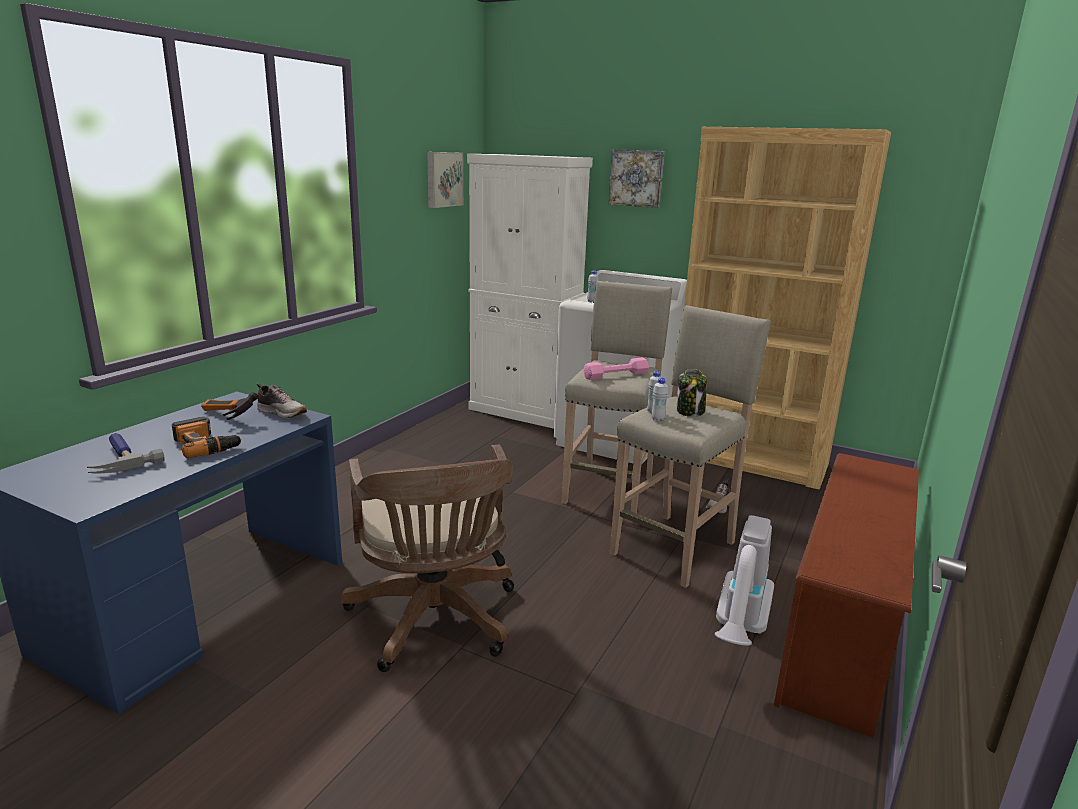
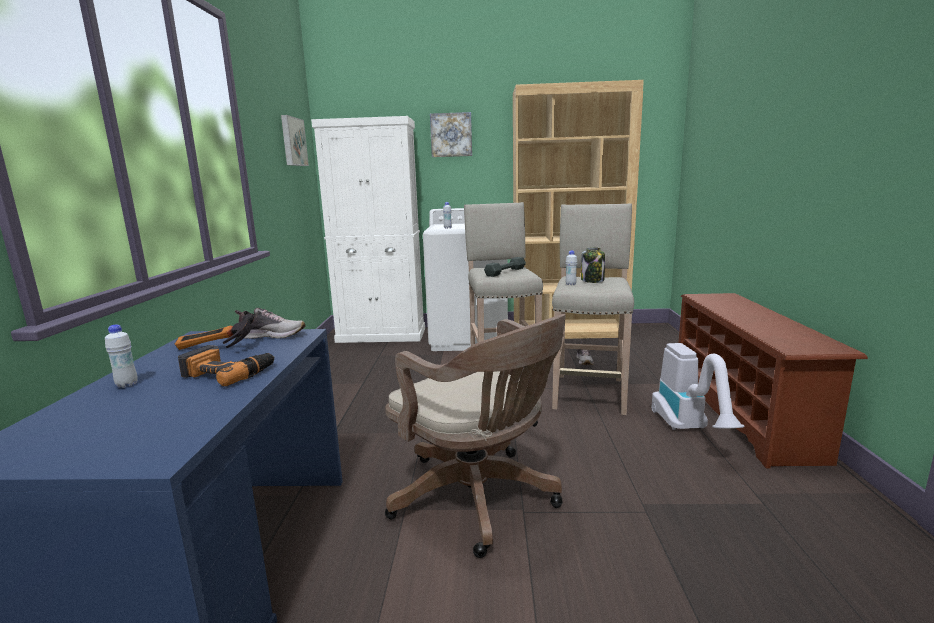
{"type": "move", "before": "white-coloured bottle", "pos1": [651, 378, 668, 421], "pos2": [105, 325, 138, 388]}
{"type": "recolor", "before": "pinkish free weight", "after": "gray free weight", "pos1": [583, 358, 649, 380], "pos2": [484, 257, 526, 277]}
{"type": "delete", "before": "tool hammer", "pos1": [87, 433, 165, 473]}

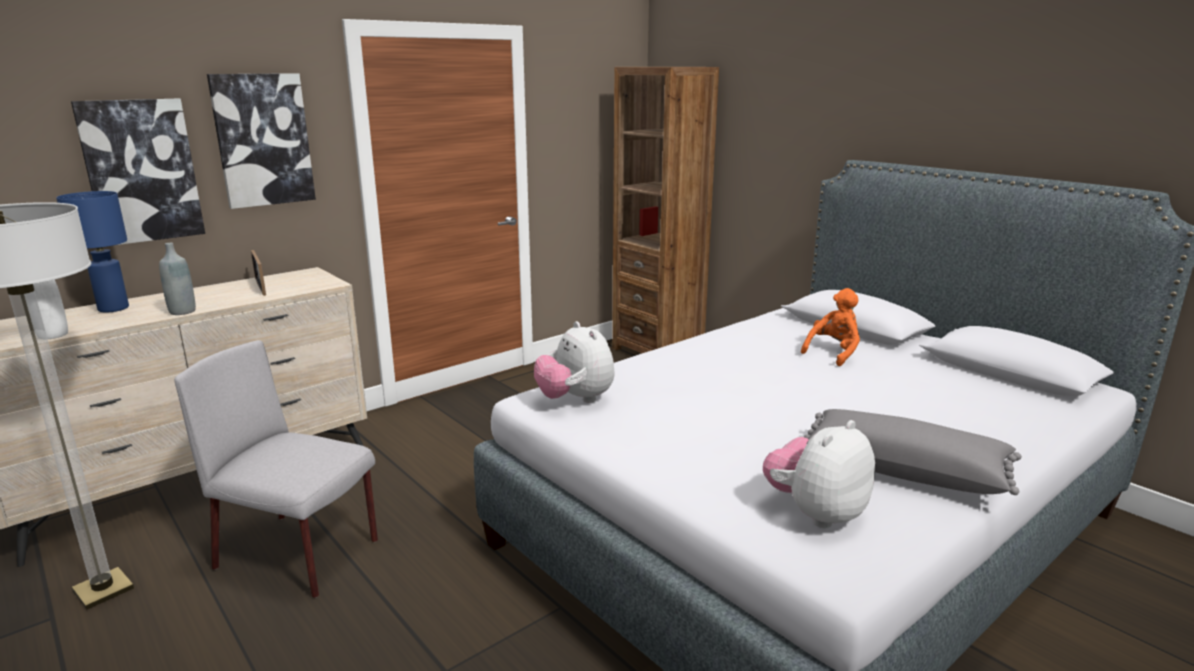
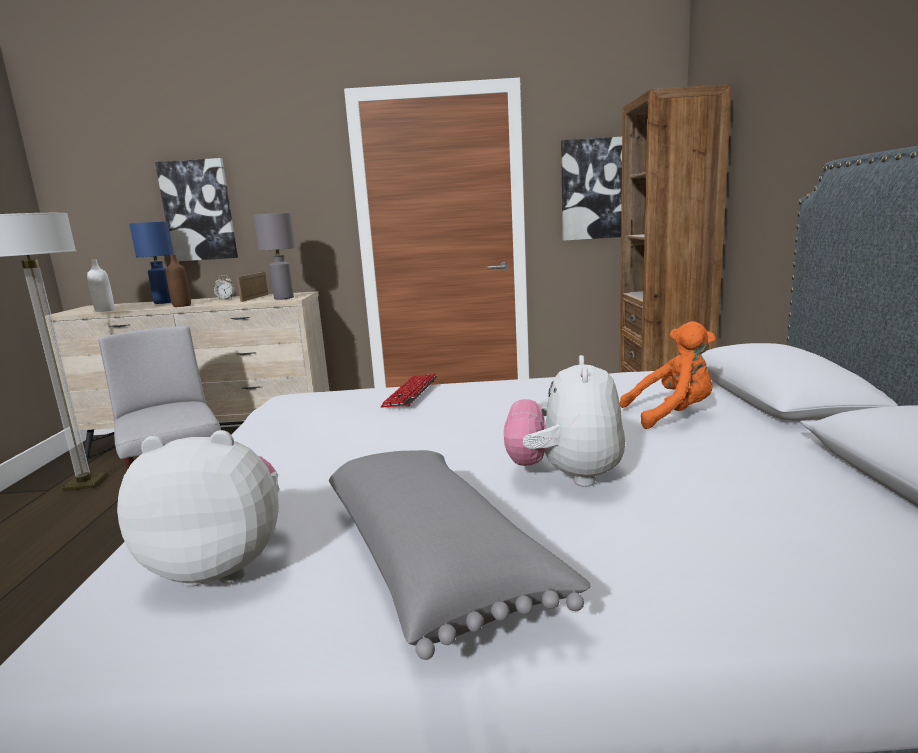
{"type": "recolor", "before": "gray bottle", "after": "brown bottle", "pos1": [159, 243, 196, 315], "pos2": [166, 254, 191, 307]}
{"type": "insert", "after": "bedside clock", "pos2": [214, 275, 235, 299]}
{"type": "insert", "after": "gray tabletop lamp", "pos2": [253, 213, 296, 300]}
{"type": "insert", "after": "PC keyboard", "pos2": [380, 373, 437, 408]}
{"type": "move", "before": "plush toy", "pos1": [534, 321, 614, 403], "pos2": [504, 355, 625, 487]}
{"type": "move", "before": "picture", "pos1": [207, 73, 316, 209], "pos2": [561, 137, 622, 241]}

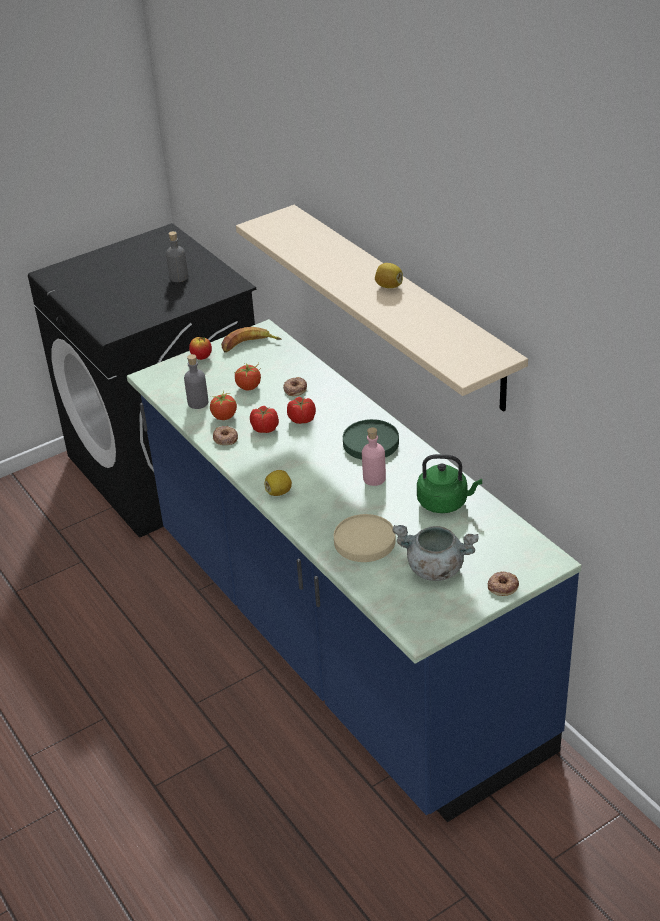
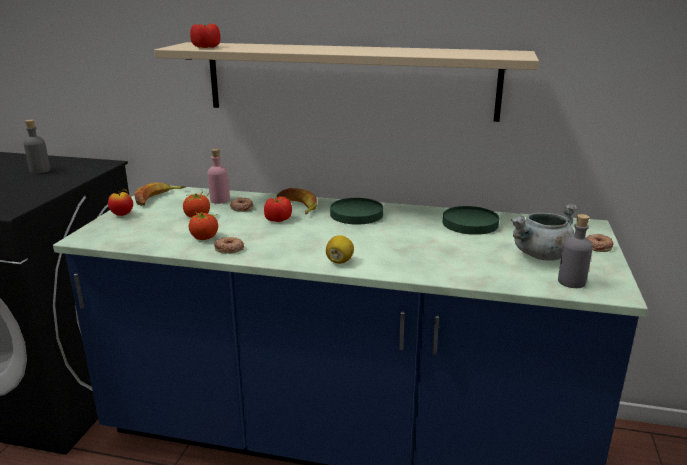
{"type": "move", "before": "fresh tomato", "pos1": [250, 406, 279, 433], "pos2": [190, 23, 220, 48]}
{"type": "move", "before": "pinkish bottle", "pos1": [362, 427, 386, 486], "pos2": [208, 149, 230, 204]}
{"type": "insert", "after": "whole banana", "pos2": [277, 188, 317, 214]}
{"type": "replace", "before": "green-coloured kettle", "after": "green-coloured dinner plate", "pos1": [417, 454, 482, 513], "pos2": [443, 206, 499, 235]}
{"type": "move", "before": "gray bottle", "pos1": [184, 354, 208, 409], "pos2": [558, 214, 593, 288]}
{"type": "delete", "before": "beige dinner plate", "pos1": [334, 514, 395, 562]}
{"type": "delete", "before": "whole lemon", "pos1": [375, 263, 403, 288]}

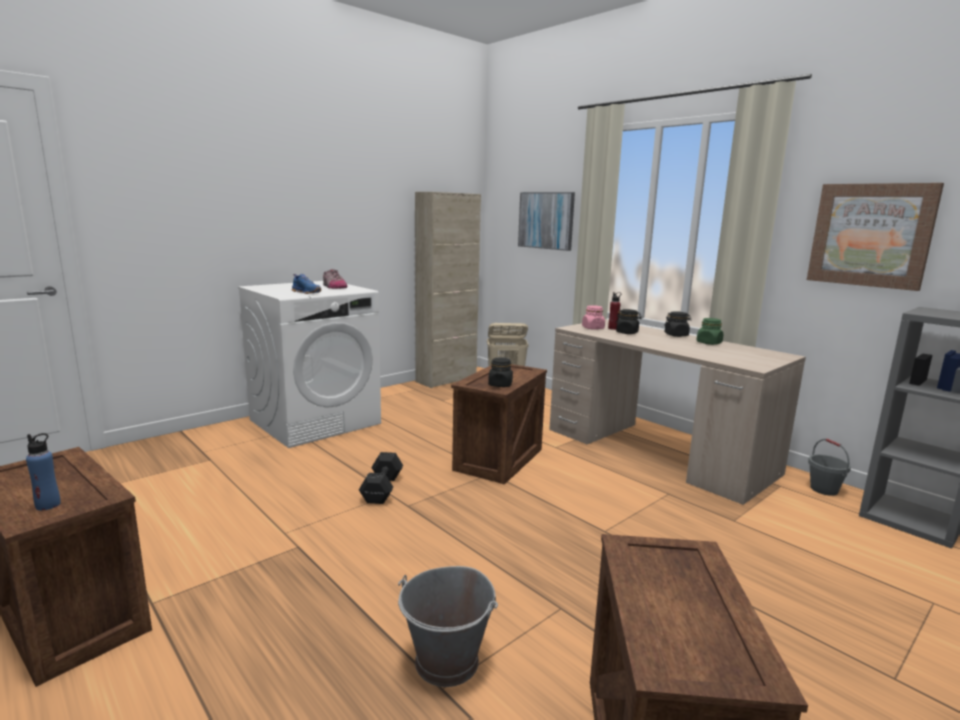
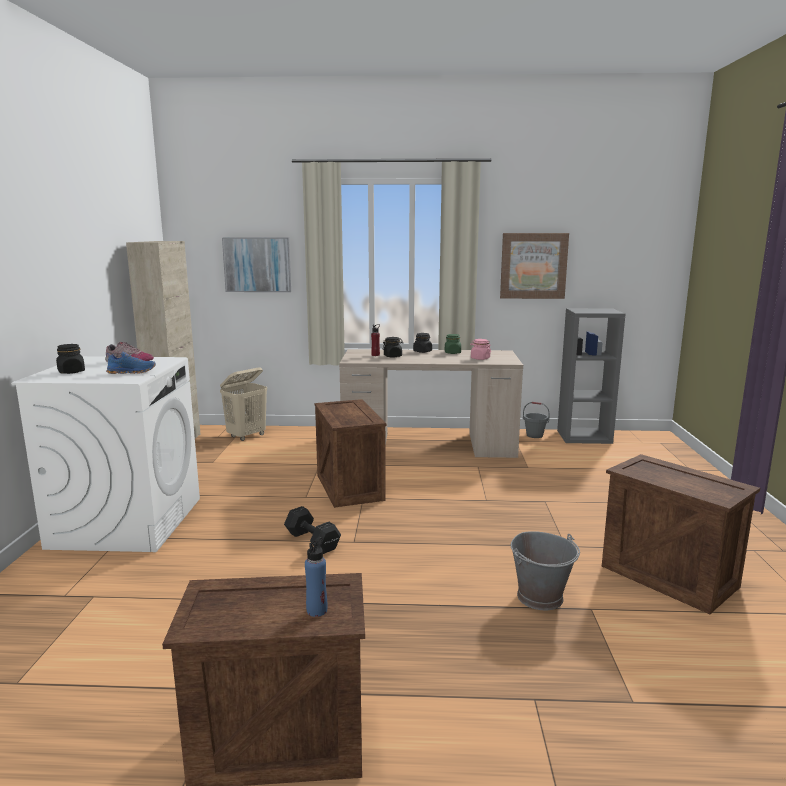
{"type": "move", "before": "black-coloured preserve jar", "pos1": [488, 357, 513, 387], "pos2": [56, 344, 85, 374]}
{"type": "move", "before": "pinkish preserve jar", "pos1": [582, 305, 605, 330], "pos2": [470, 339, 491, 360]}

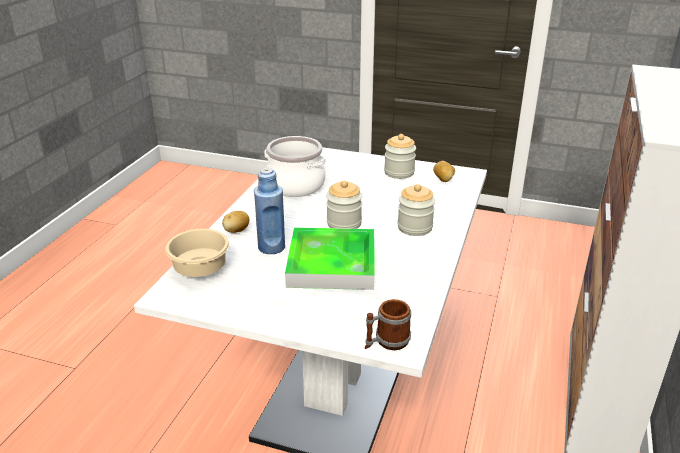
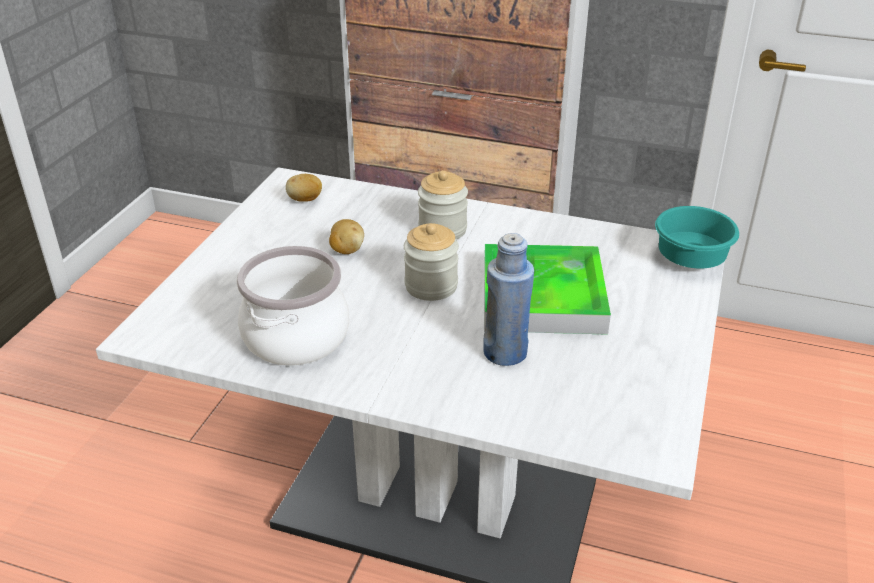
{"type": "move", "before": "whole potato", "pos1": [222, 211, 249, 233], "pos2": [329, 219, 364, 254]}
{"type": "replace", "before": "coffee mug", "after": "turquoise-coloured deep dish", "pos1": [365, 299, 411, 350], "pos2": [655, 206, 739, 269]}
{"type": "delete", "before": "beige deep dish", "pos1": [165, 229, 229, 277]}
{"type": "delete", "before": "preserve jar", "pos1": [384, 134, 416, 179]}

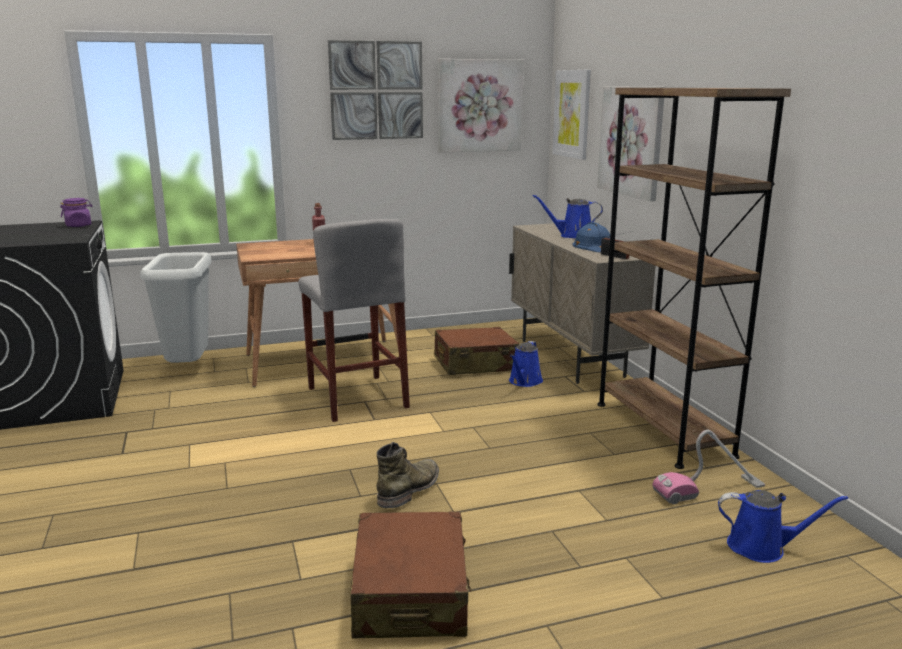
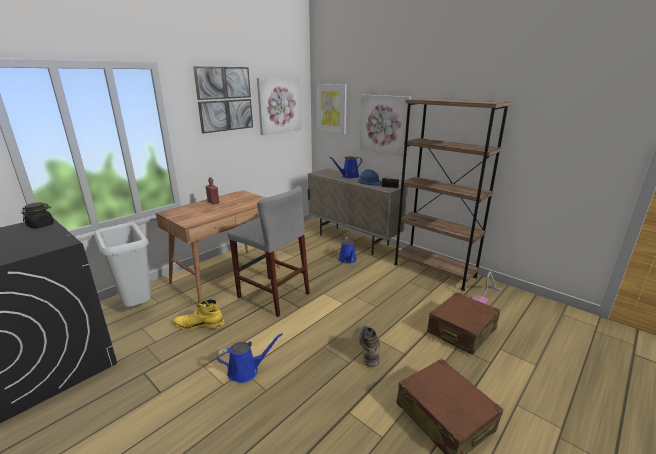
{"type": "recolor", "before": "purple-coloured preserve jar", "after": "black-coloured preserve jar", "pos1": [60, 198, 92, 227], "pos2": [21, 203, 54, 229]}
{"type": "insert", "after": "yellow-coloured boot", "pos2": [173, 299, 224, 330]}
{"type": "move", "before": "blue-coloured watering can", "pos1": [718, 490, 848, 563], "pos2": [217, 333, 283, 383]}
{"type": "move", "before": "brown piece of luggage", "pos1": [434, 327, 519, 375], "pos2": [427, 293, 500, 355]}

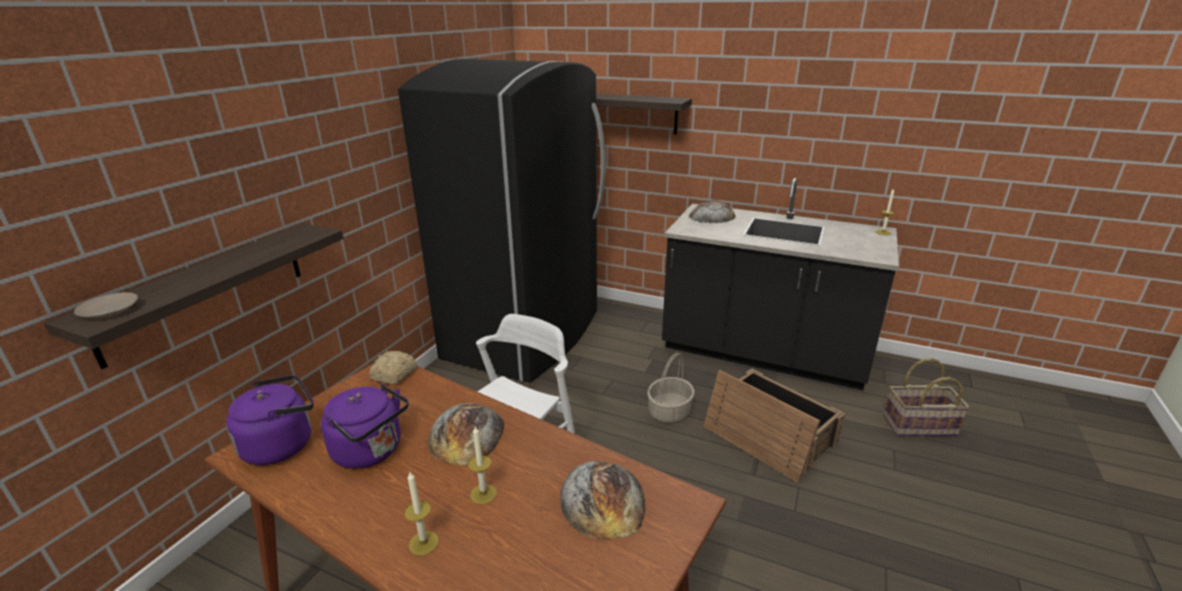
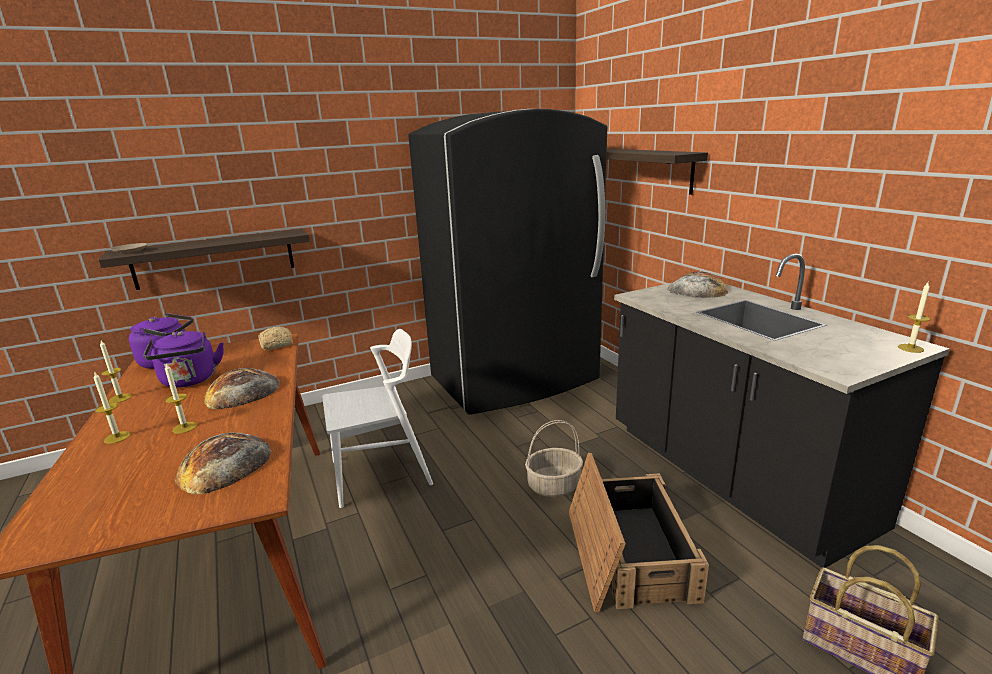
{"type": "insert", "after": "candle", "pos2": [100, 341, 132, 403]}

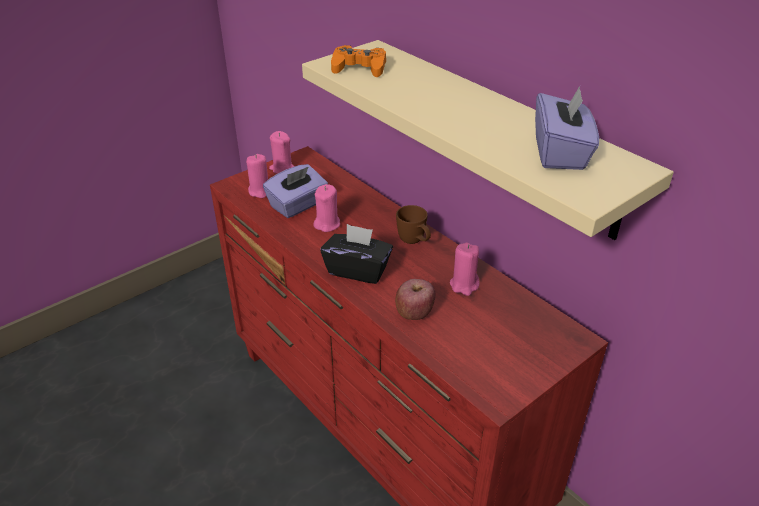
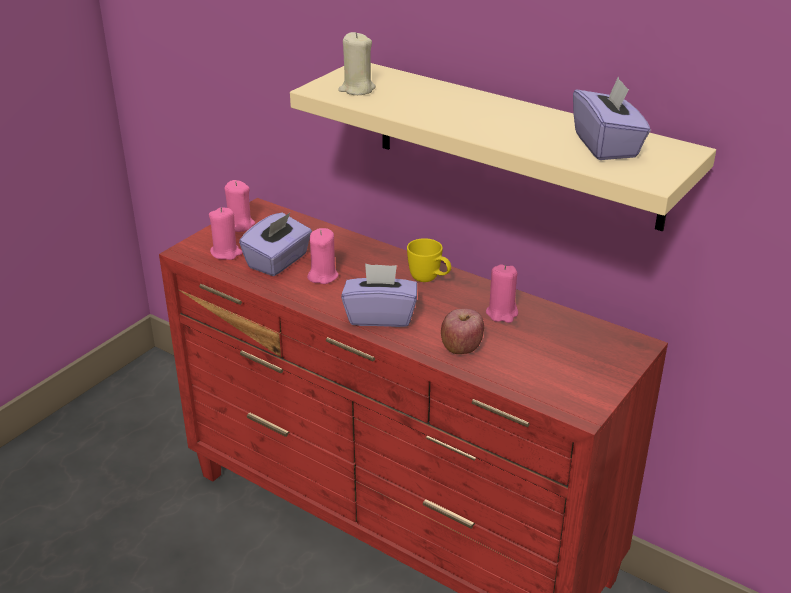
{"type": "replace", "before": "orangey game controller", "after": "beige candle", "pos1": [331, 45, 386, 77], "pos2": [338, 32, 376, 95]}
{"type": "recolor", "before": "black-coloured tissue box", "after": "purple-coloured tissue box", "pos1": [320, 224, 393, 284], "pos2": [341, 263, 417, 327]}
{"type": "recolor", "before": "brown coffee mug", "after": "yellow-coloured coffee mug", "pos1": [396, 205, 431, 244], "pos2": [407, 238, 451, 282]}

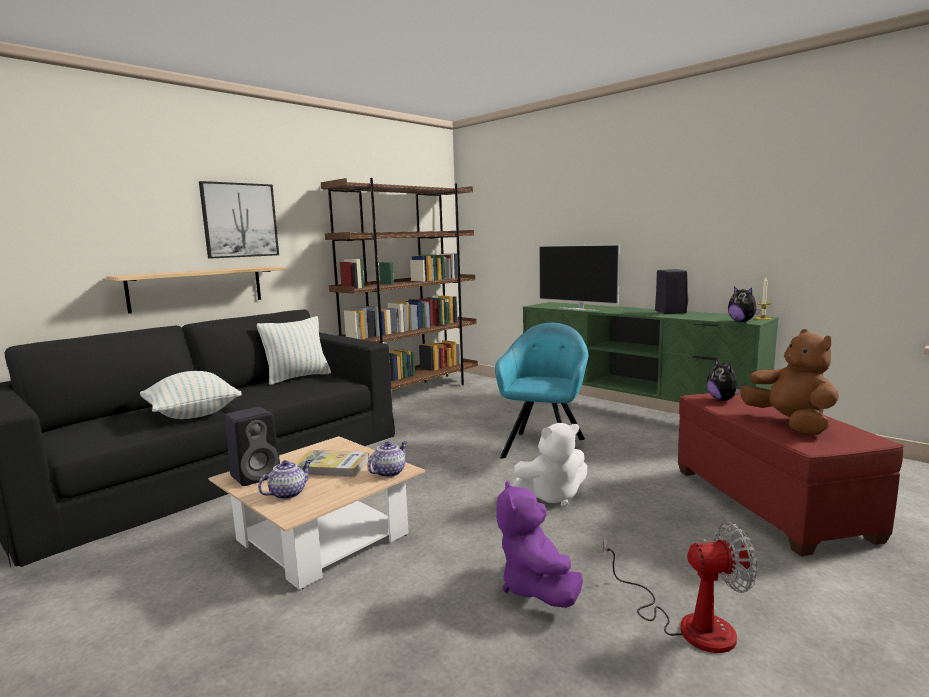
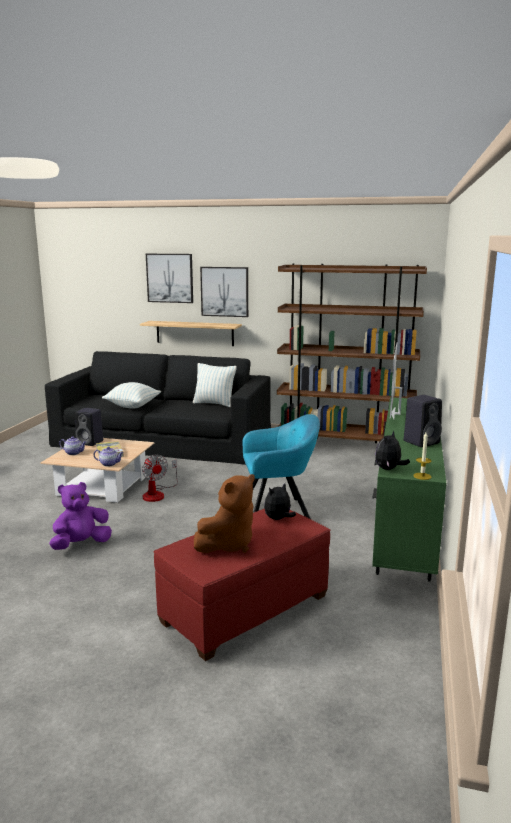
{"type": "move", "before": "cooling fan", "pos1": [603, 522, 758, 653], "pos2": [142, 455, 178, 502]}
{"type": "insert", "after": "picture", "pos2": [146, 254, 193, 303]}
{"type": "delete", "before": "white-coloured plush toy", "pos1": [513, 423, 587, 507]}

